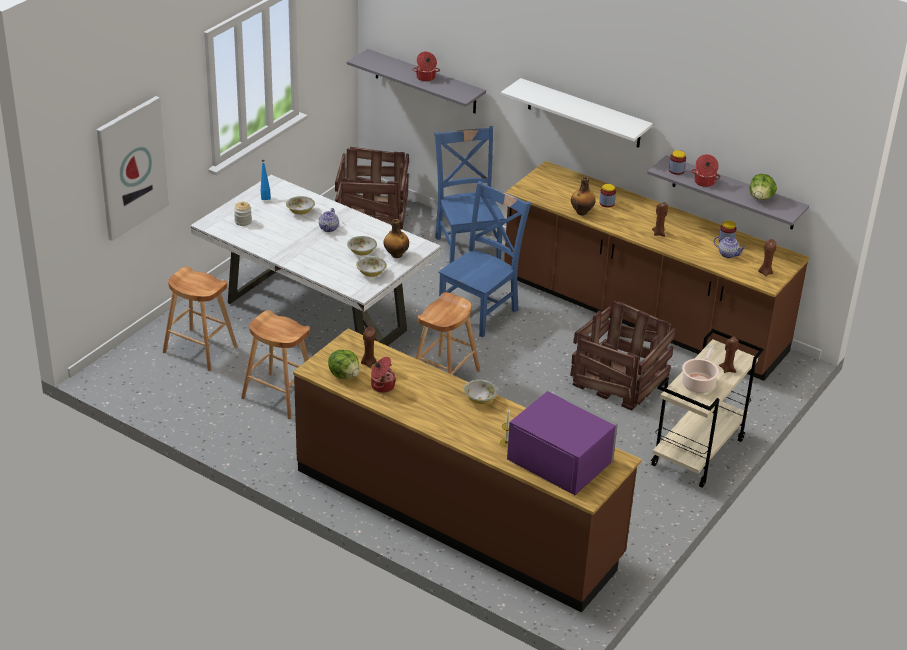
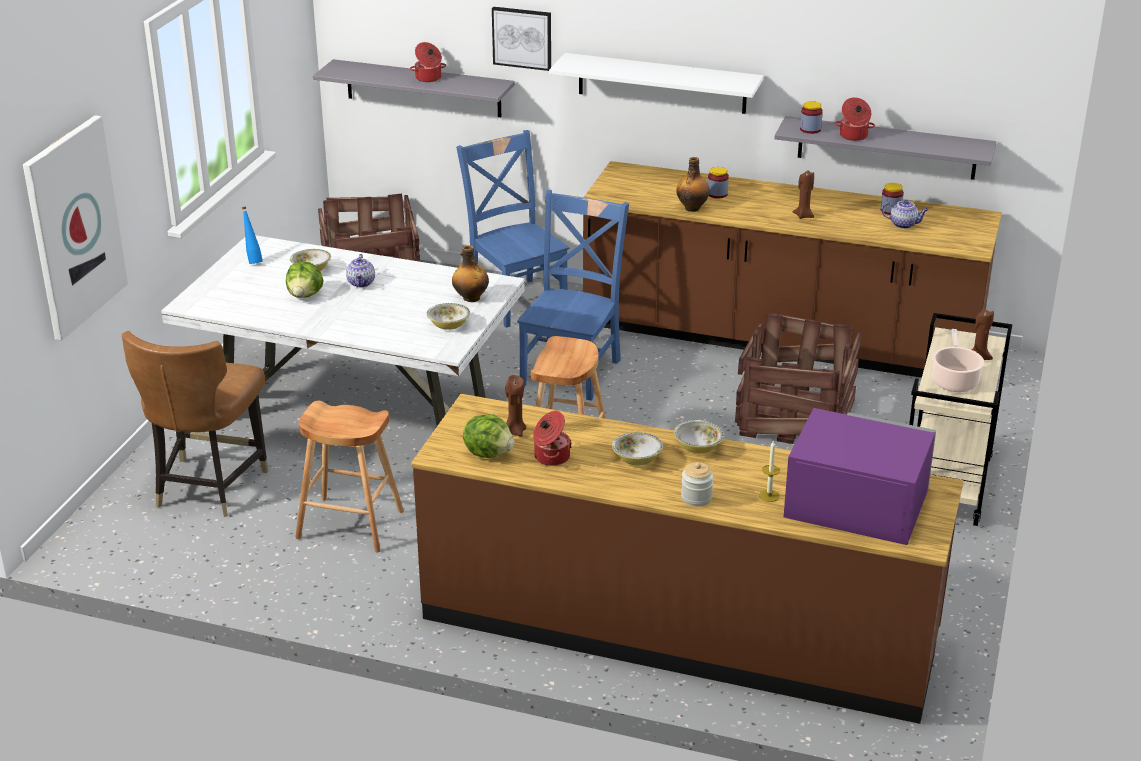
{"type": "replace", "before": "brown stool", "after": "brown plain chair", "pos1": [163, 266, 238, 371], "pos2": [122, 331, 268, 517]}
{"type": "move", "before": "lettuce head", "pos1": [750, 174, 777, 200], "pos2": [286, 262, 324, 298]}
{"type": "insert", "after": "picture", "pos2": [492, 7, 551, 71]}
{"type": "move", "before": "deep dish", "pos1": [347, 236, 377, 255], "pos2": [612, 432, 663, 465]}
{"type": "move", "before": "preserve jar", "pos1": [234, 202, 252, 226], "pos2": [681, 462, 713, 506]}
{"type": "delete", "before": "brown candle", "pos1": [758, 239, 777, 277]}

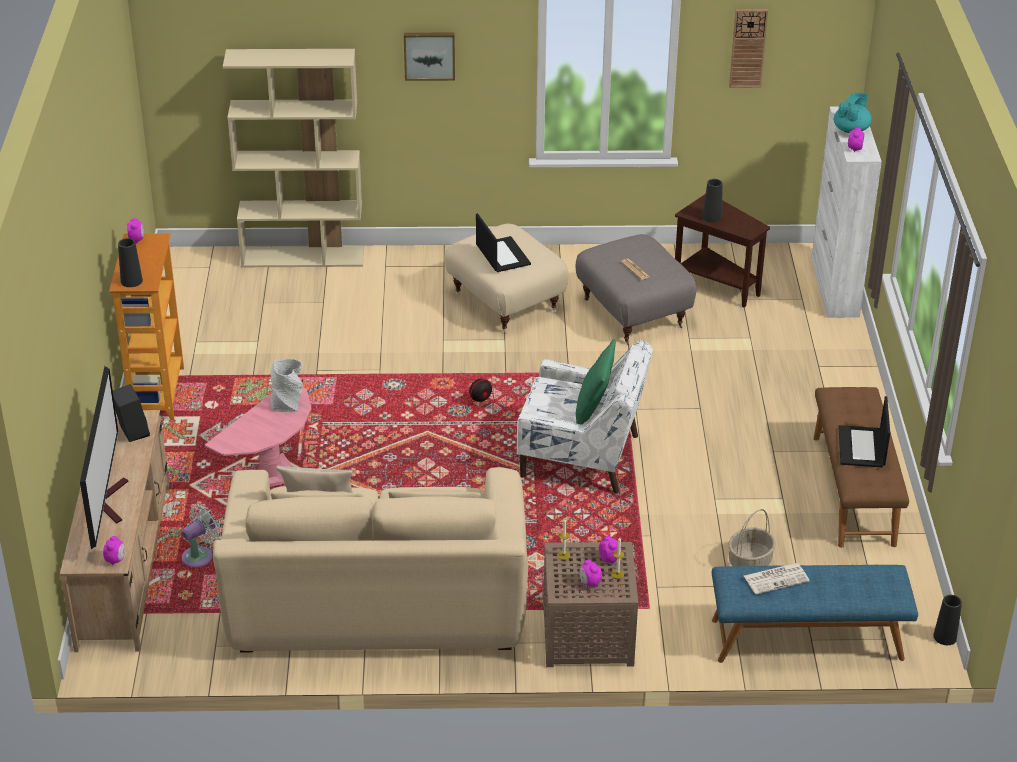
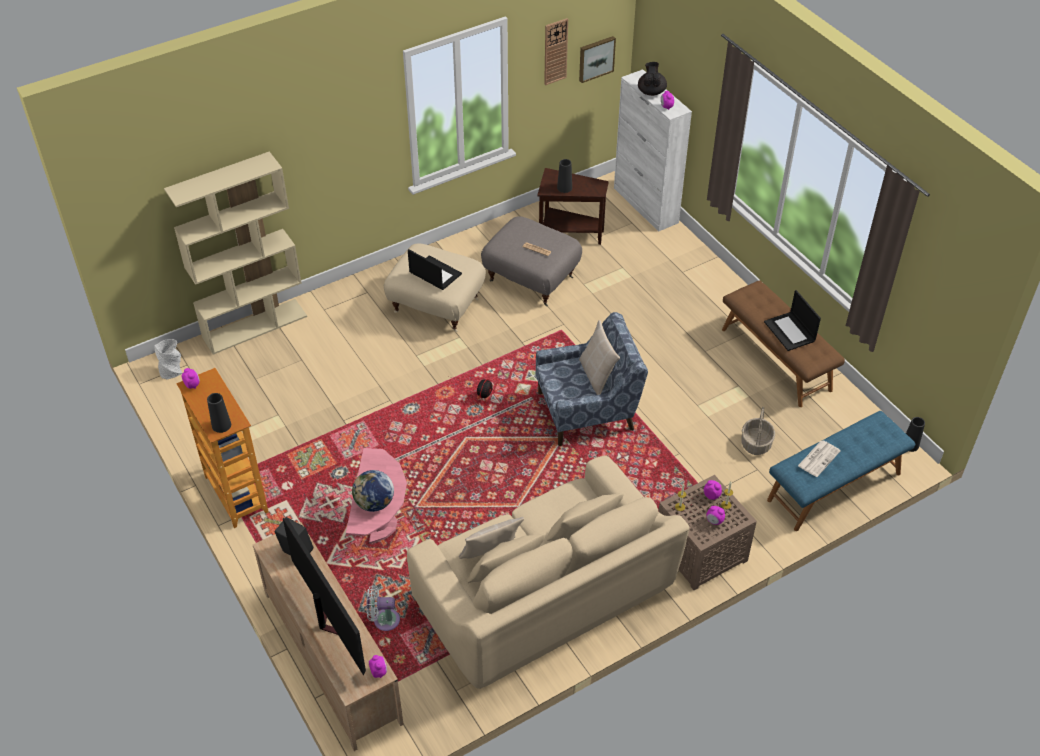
{"type": "move", "before": "gray decorative vase", "pos1": [271, 359, 303, 412], "pos2": [155, 339, 183, 380]}
{"type": "insert", "after": "globe", "pos2": [352, 470, 394, 512]}
{"type": "rotate", "before": "white-coloured cooling fan", "pos1": [181, 505, 221, 568], "pos2": [366, 585, 400, 631], "turn": -105}
{"type": "recolor", "before": "white-coloured lounge chair", "after": "blue-coloured lounge chair", "pos1": [517, 340, 653, 494], "pos2": [536, 312, 648, 446]}
{"type": "move", "before": "picture", "pos1": [404, 33, 455, 81], "pos2": [579, 36, 616, 83]}
{"type": "recolor", "before": "green-coloured pillow", "after": "beige pillow", "pos1": [576, 339, 616, 425], "pos2": [579, 320, 620, 395]}
{"type": "recolor", "before": "turquoise-coloured pot for tea", "after": "black-coloured pot for tea", "pos1": [834, 93, 872, 133], "pos2": [638, 62, 667, 96]}

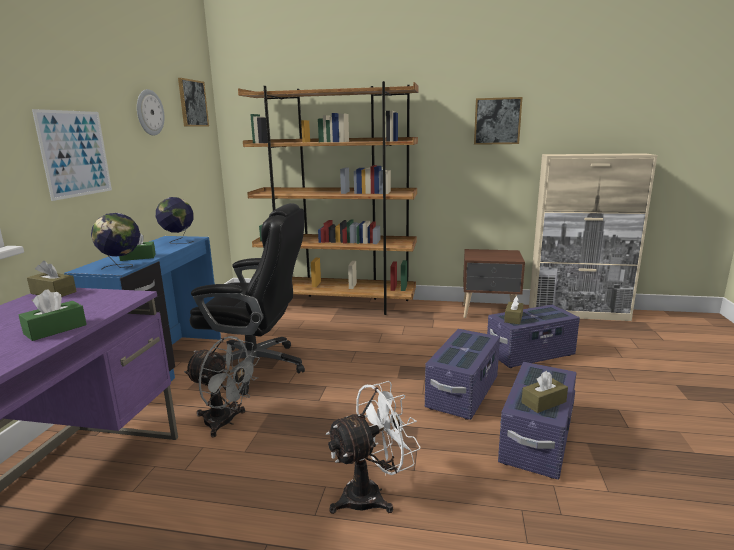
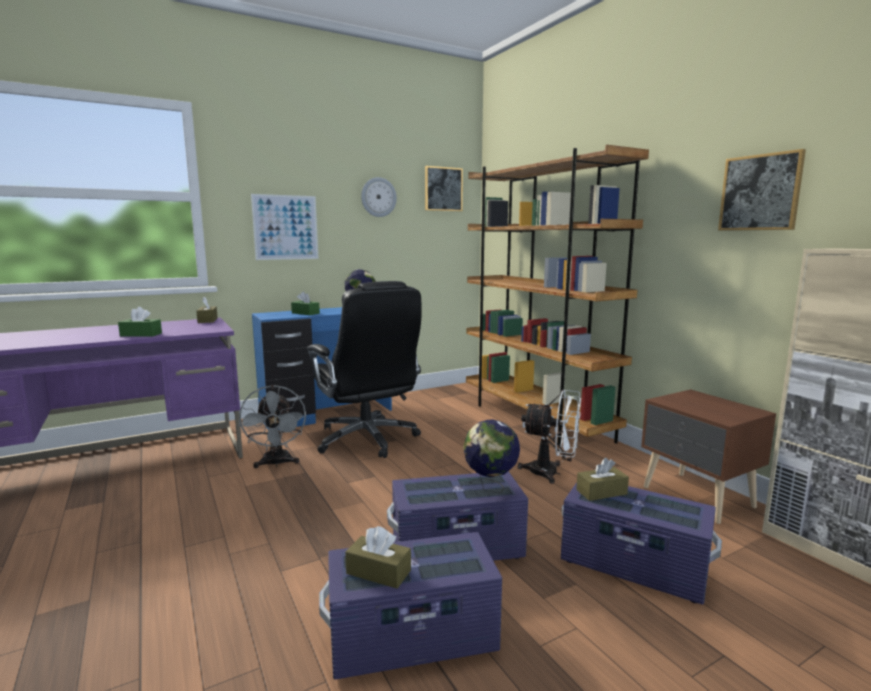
{"type": "move", "before": "globe", "pos1": [91, 213, 140, 269], "pos2": [463, 419, 520, 493]}
{"type": "move", "before": "white-coloured cooling fan", "pos1": [326, 381, 421, 514], "pos2": [518, 390, 581, 484]}

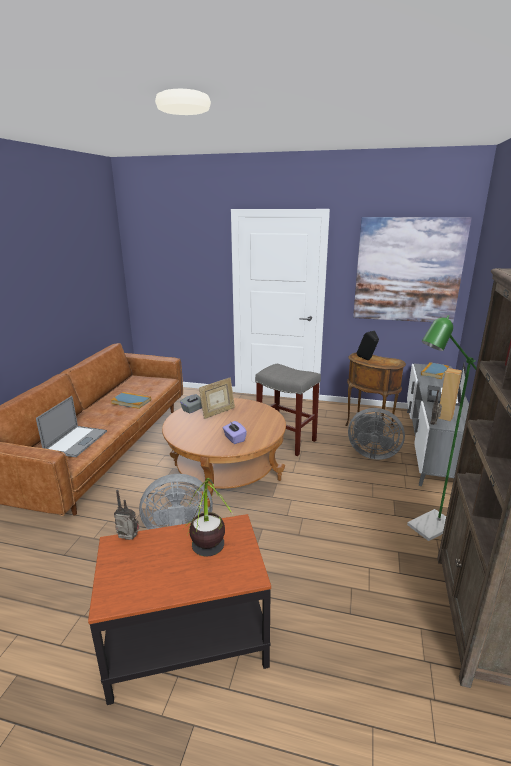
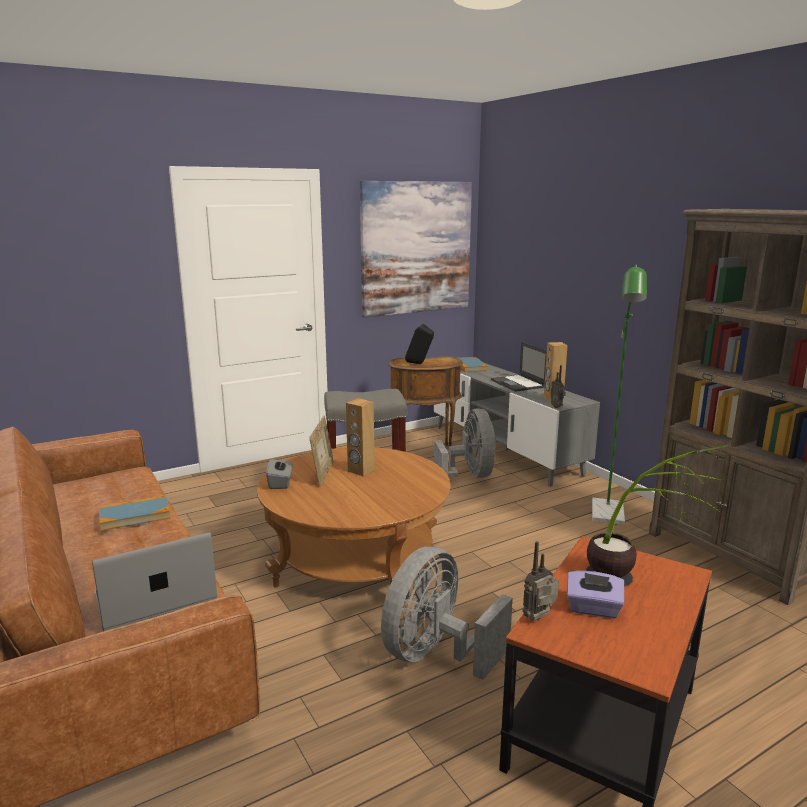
{"type": "rotate", "before": "notebook computer", "pos1": [36, 396, 107, 457], "pos2": [92, 532, 217, 631], "turn": -90}
{"type": "insert", "after": "brown loudspeaker", "pos2": [346, 398, 375, 476]}
{"type": "rotate", "before": "gray cooling fan", "pos1": [348, 408, 405, 460], "pos2": [434, 408, 496, 478], "turn": -75}
{"type": "move", "before": "purple-coloured tissue box", "pos1": [223, 421, 247, 444], "pos2": [567, 571, 624, 618]}

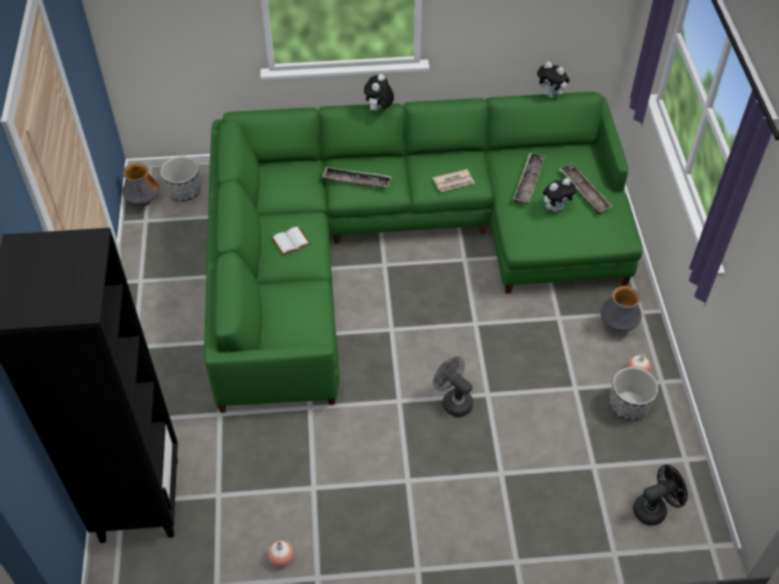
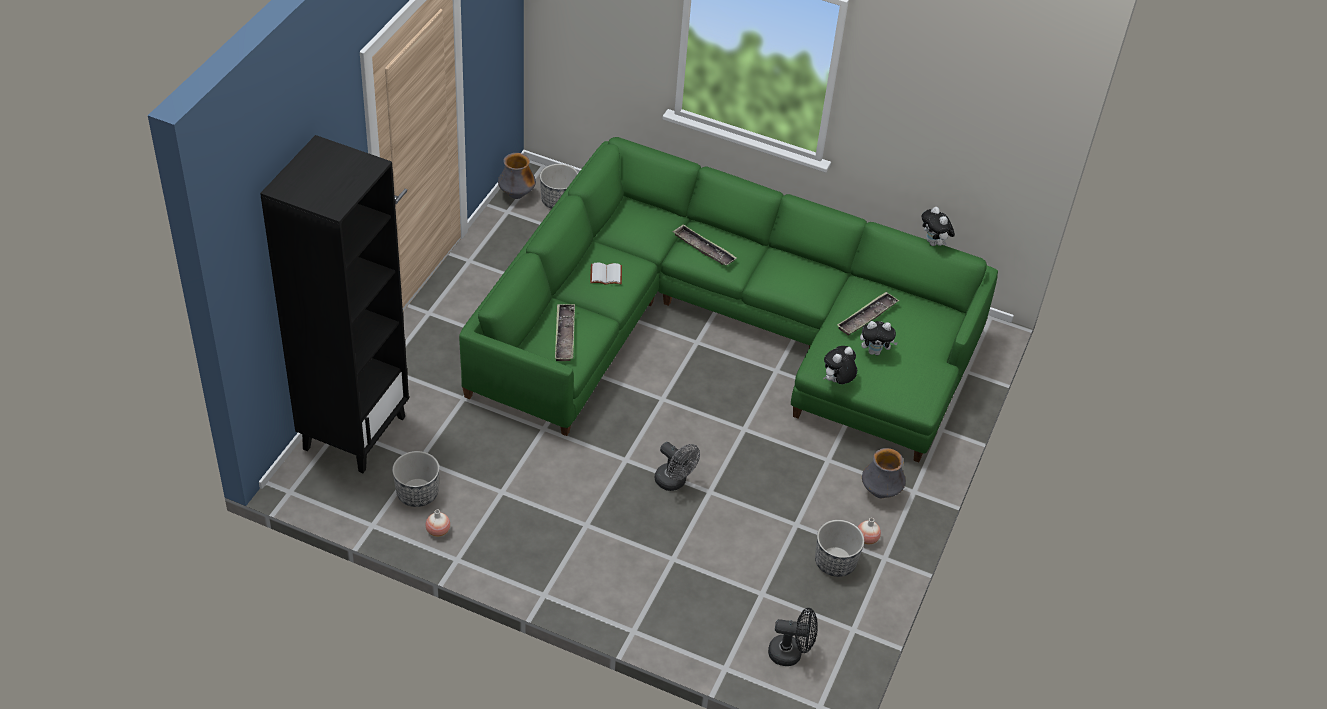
{"type": "insert", "after": "planter", "pos2": [392, 451, 439, 507]}
{"type": "move", "before": "tray", "pos1": [559, 163, 613, 215], "pos2": [555, 304, 575, 361]}
{"type": "rotate", "before": "gray cooling fan", "pos1": [433, 356, 474, 417], "pos2": [654, 442, 700, 491], "turn": 150}
{"type": "move", "before": "plush toy", "pos1": [364, 74, 394, 111], "pos2": [823, 346, 857, 384]}
{"type": "delete", "before": "newspaper", "pos1": [433, 169, 475, 192]}

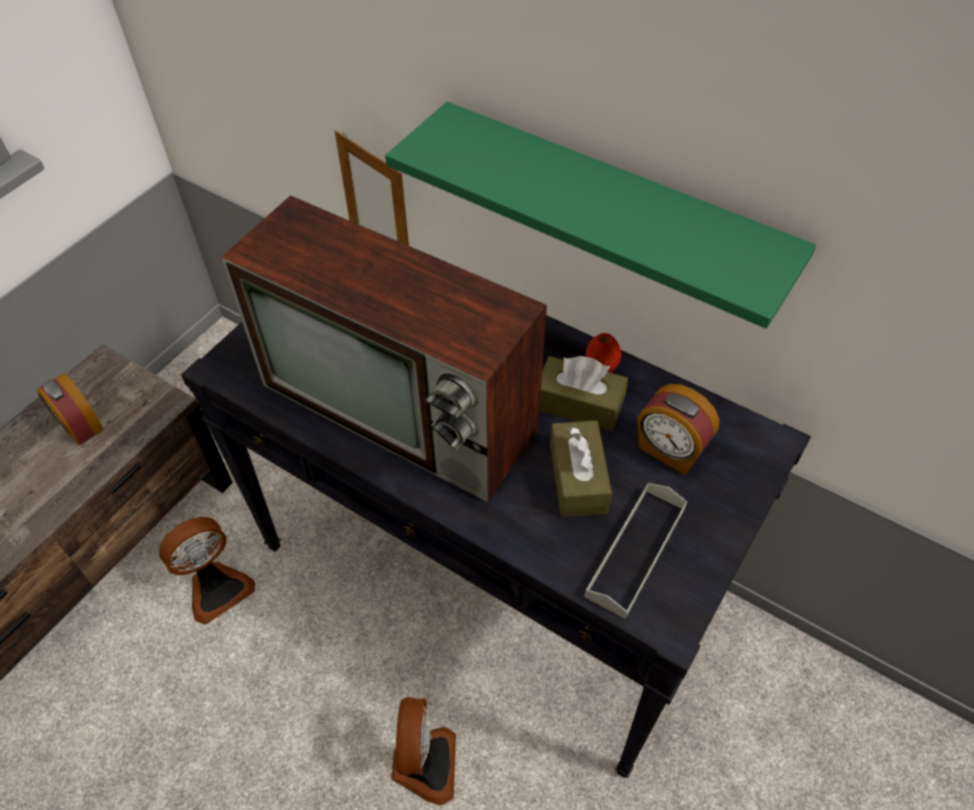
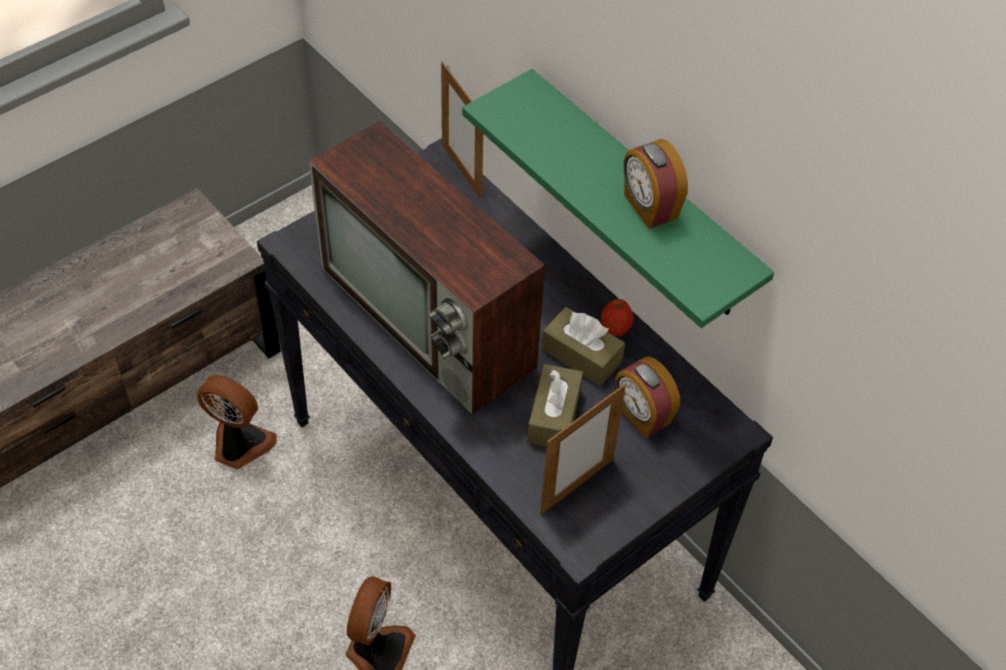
{"type": "rotate", "before": "cooling fan", "pos1": [159, 517, 255, 625], "pos2": [197, 375, 277, 469], "turn": -135}
{"type": "replace", "before": "gray tray", "after": "standing frame", "pos1": [584, 483, 687, 619], "pos2": [540, 384, 626, 515]}
{"type": "move", "before": "bedside clock", "pos1": [37, 373, 104, 445], "pos2": [624, 139, 688, 229]}

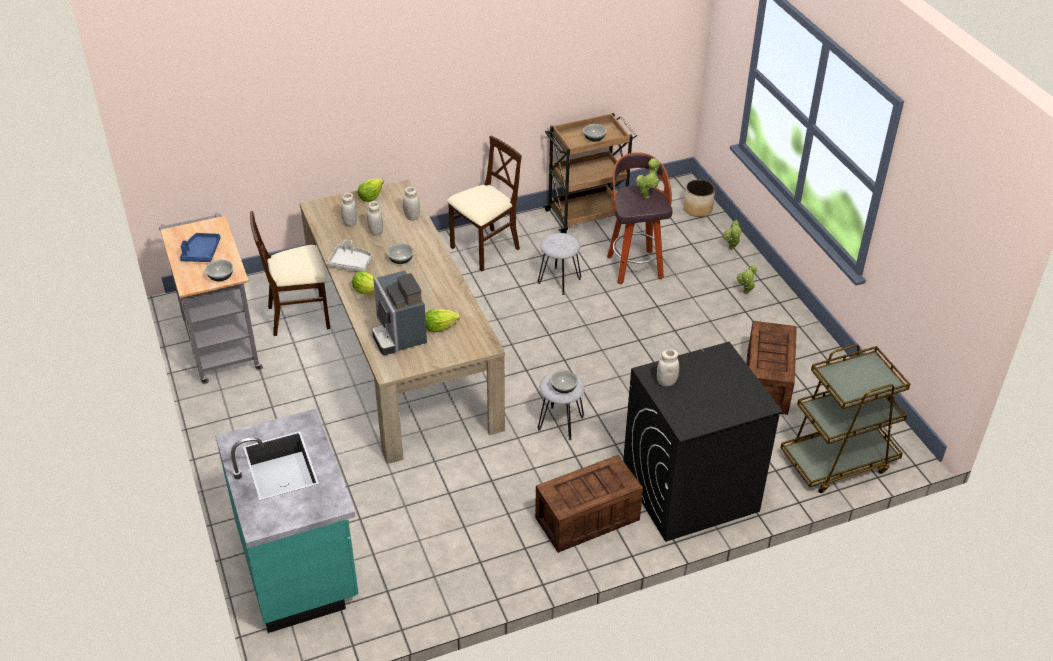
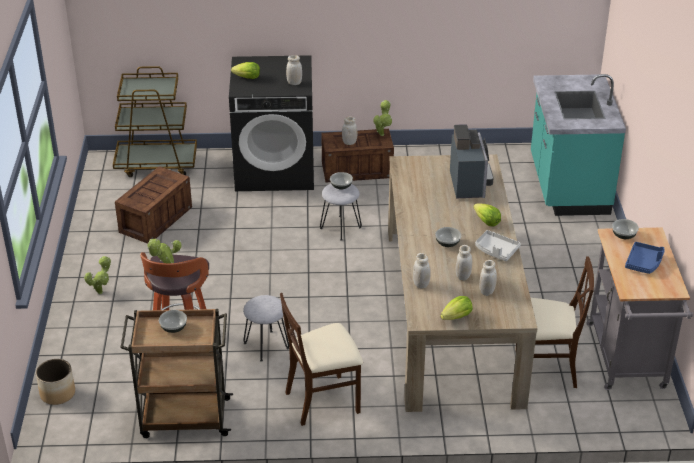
{"type": "move", "before": "lettuce head", "pos1": [425, 309, 460, 332], "pos2": [231, 62, 260, 79]}
{"type": "insert", "after": "white-coloured preserve jar", "pos2": [342, 117, 357, 145]}
{"type": "move", "before": "houseplant", "pos1": [722, 220, 742, 250], "pos2": [374, 100, 392, 136]}

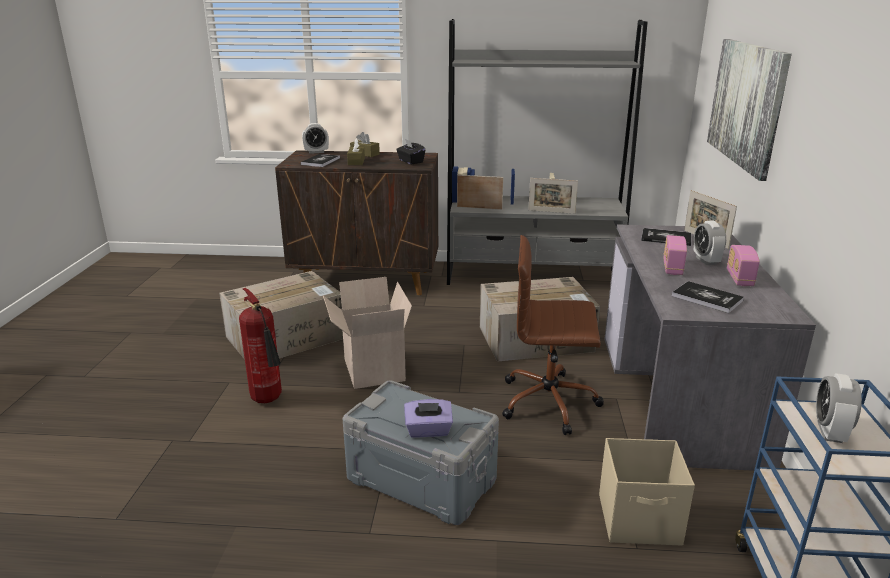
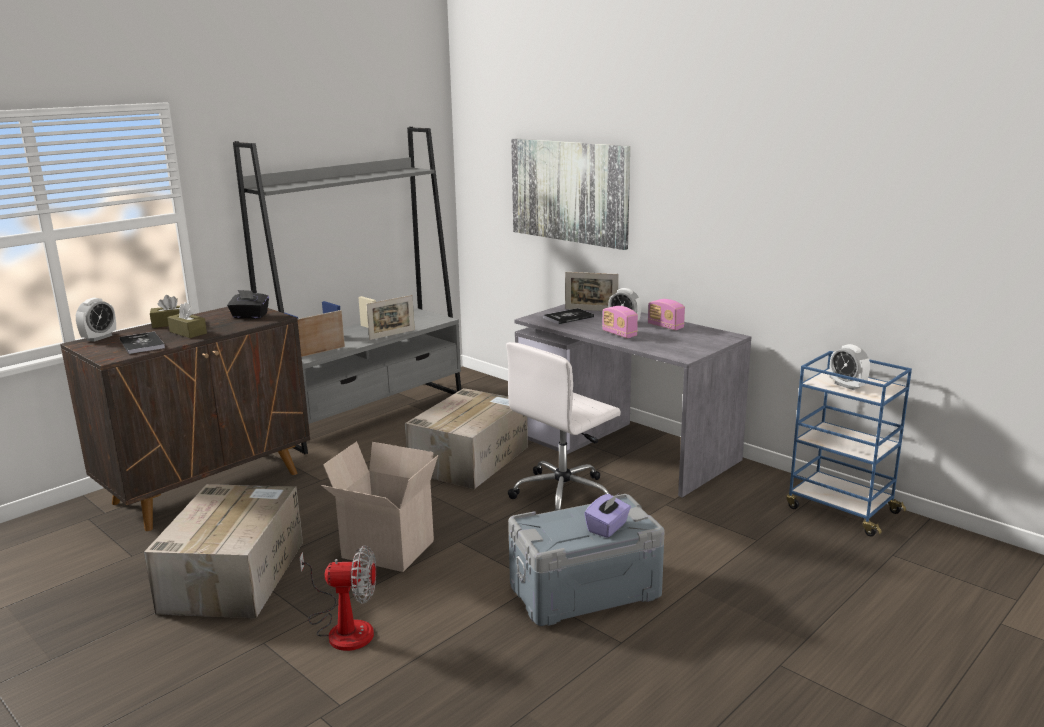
{"type": "replace", "before": "extinguisher", "after": "cooling fan", "pos1": [239, 288, 282, 403], "pos2": [300, 545, 376, 651]}
{"type": "recolor", "before": "brown computer chair", "after": "white-coloured computer chair", "pos1": [502, 235, 604, 435], "pos2": [506, 342, 621, 511]}
{"type": "delete", "before": "beige storage box", "pos1": [599, 438, 695, 545]}
{"type": "delete", "before": "bound book", "pos1": [672, 281, 744, 313]}

